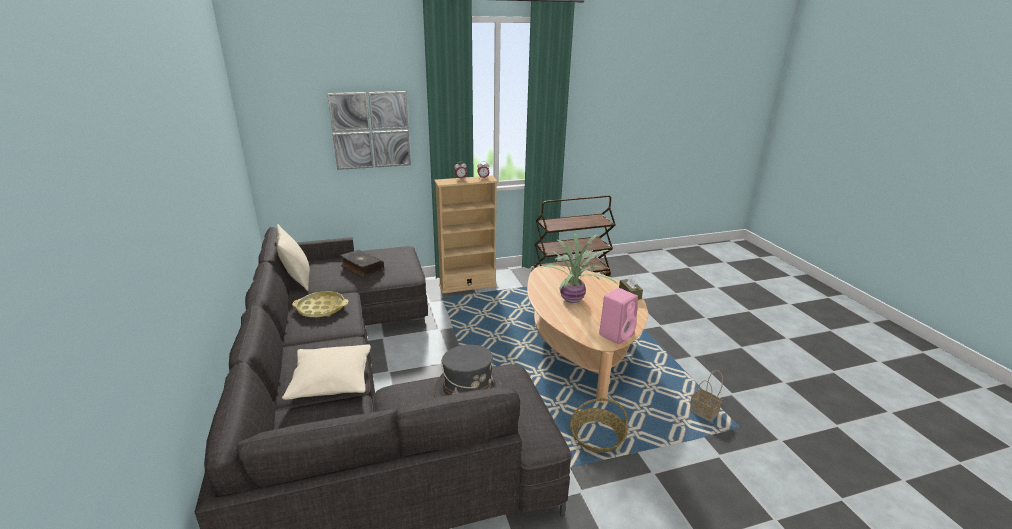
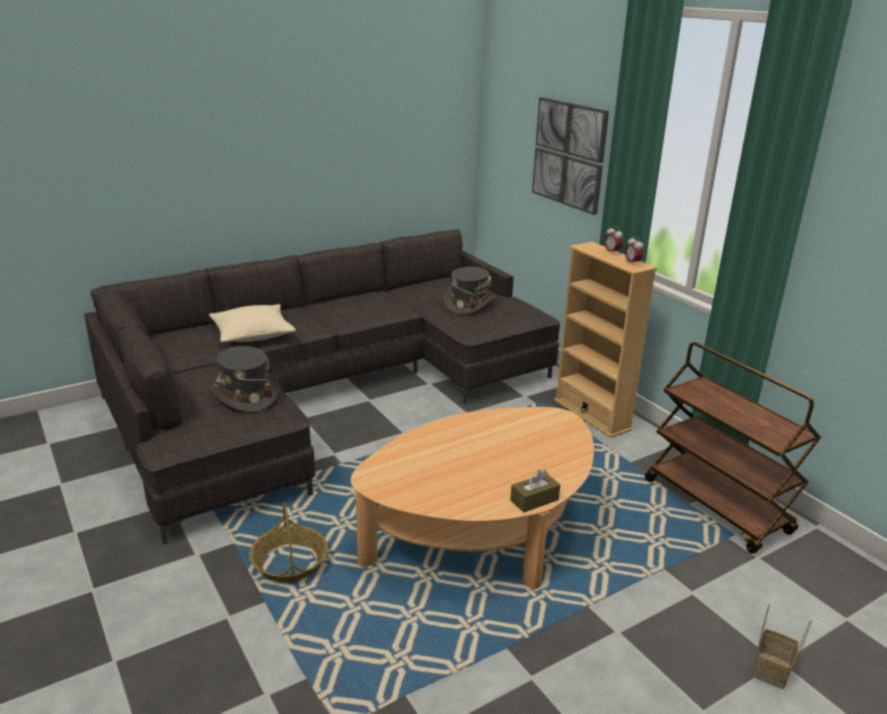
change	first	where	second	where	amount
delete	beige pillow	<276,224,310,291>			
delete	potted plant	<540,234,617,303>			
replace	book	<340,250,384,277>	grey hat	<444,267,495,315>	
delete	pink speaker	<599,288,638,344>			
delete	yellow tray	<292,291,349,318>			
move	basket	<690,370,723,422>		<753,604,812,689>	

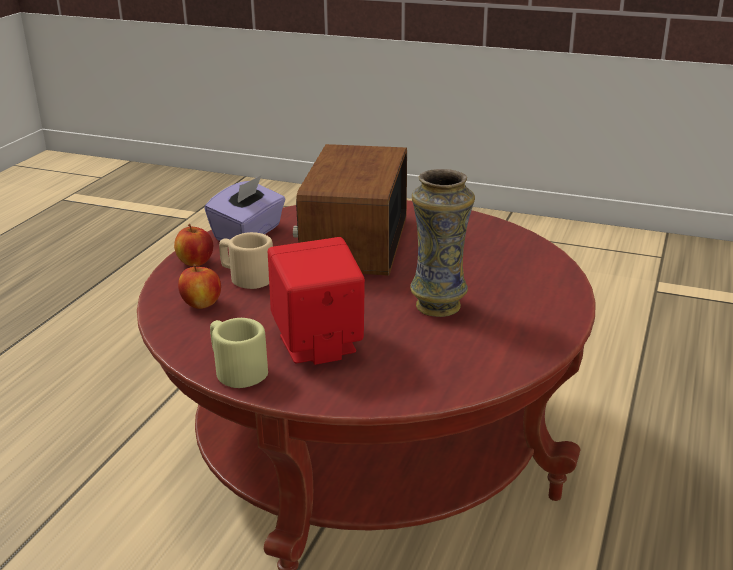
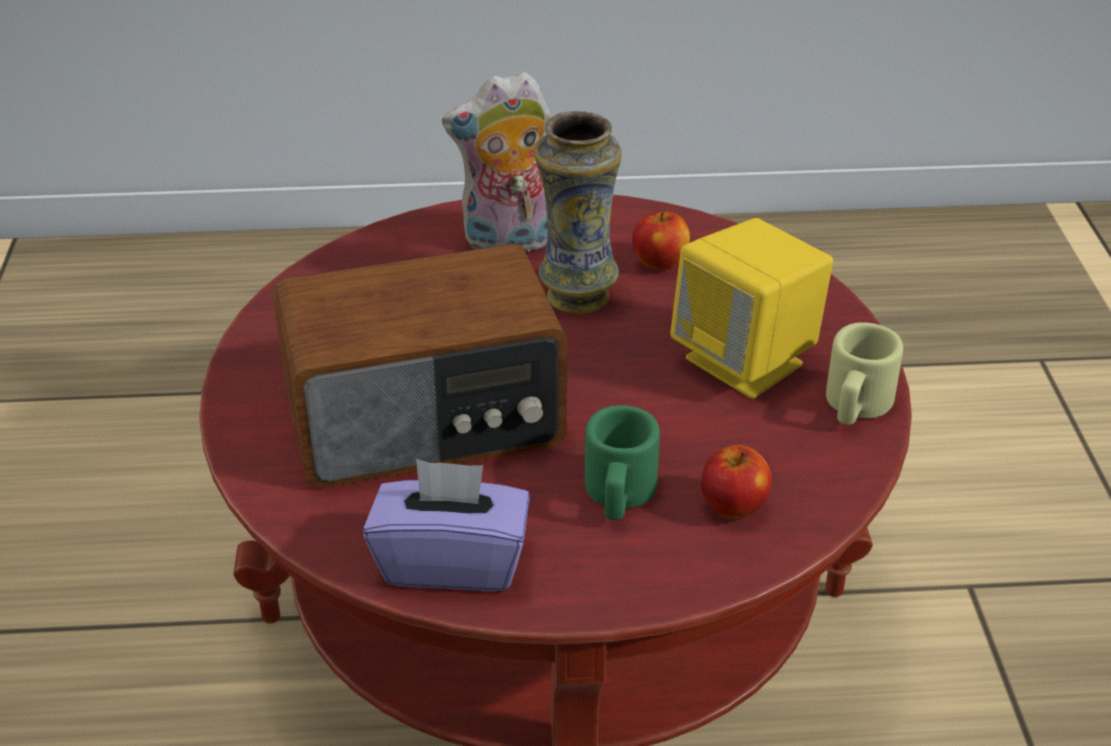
change	first	where	second	where	amount
move	apple	<174,224,213,266>		<632,212,690,270>	
recolor	beige mug	<219,232,273,289>	green mug	<585,405,660,520>	
recolor	red speaker	<267,237,365,365>	yellow speaker	<670,218,833,399>	
insert			plush toy	<442,71,551,251>	

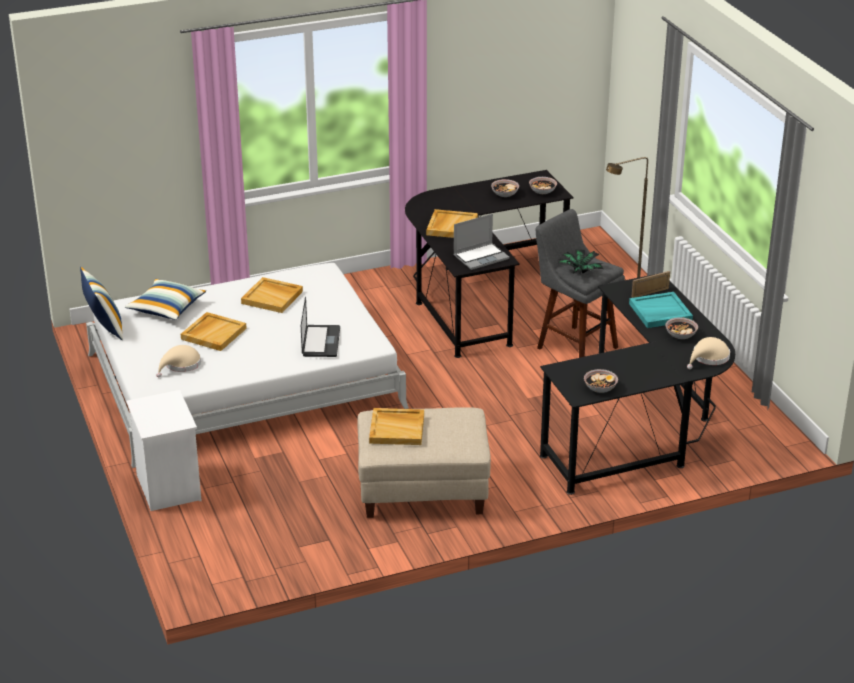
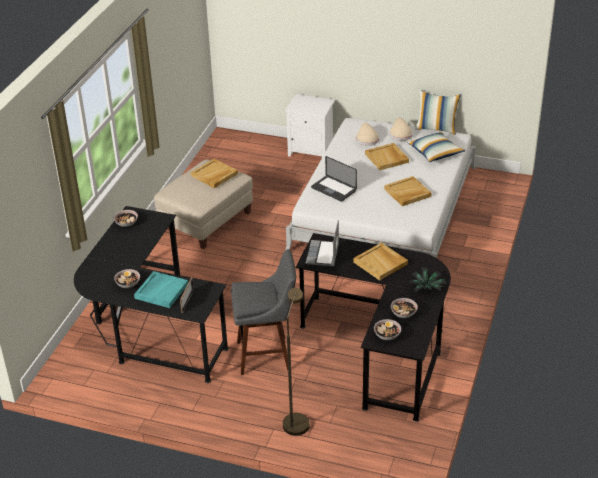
change	first	where	second	where	amount
move	potted plant	<558,250,604,274>		<409,267,448,293>	
move	beige hat	<687,337,730,369>		<389,118,412,141>	

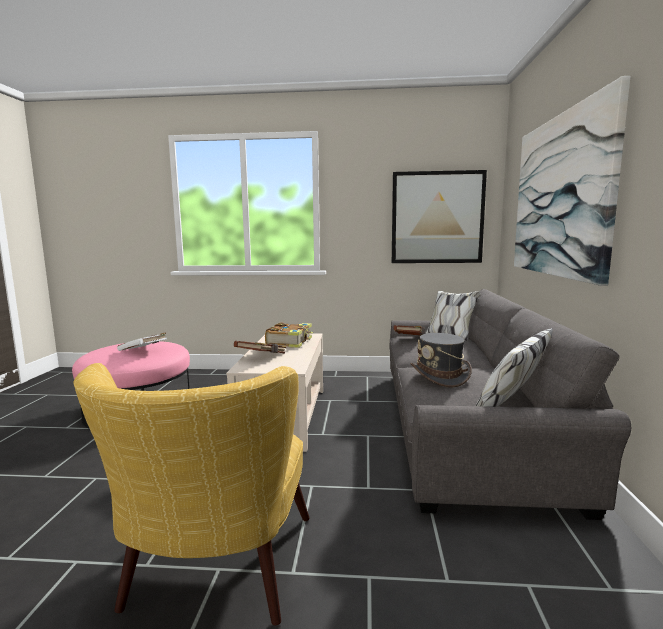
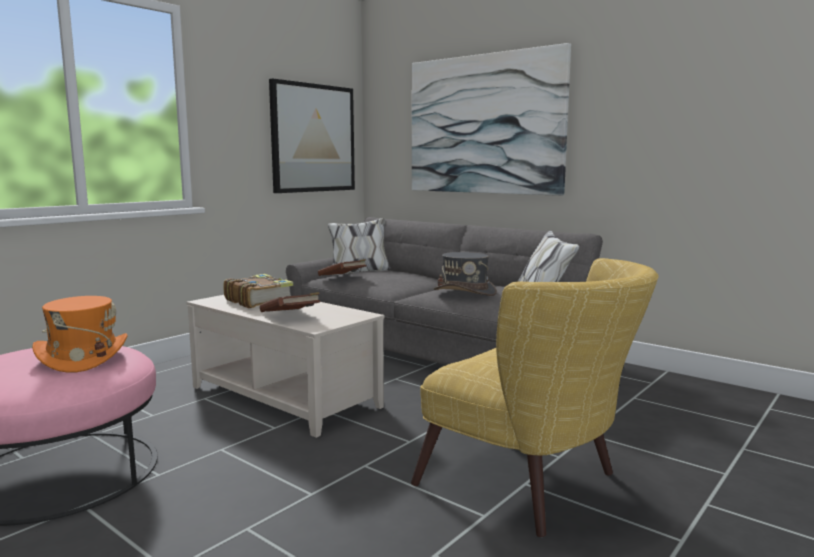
change	first	where	second	where	amount
replace	white book	<117,332,167,351>	orange hat	<32,296,127,373>	

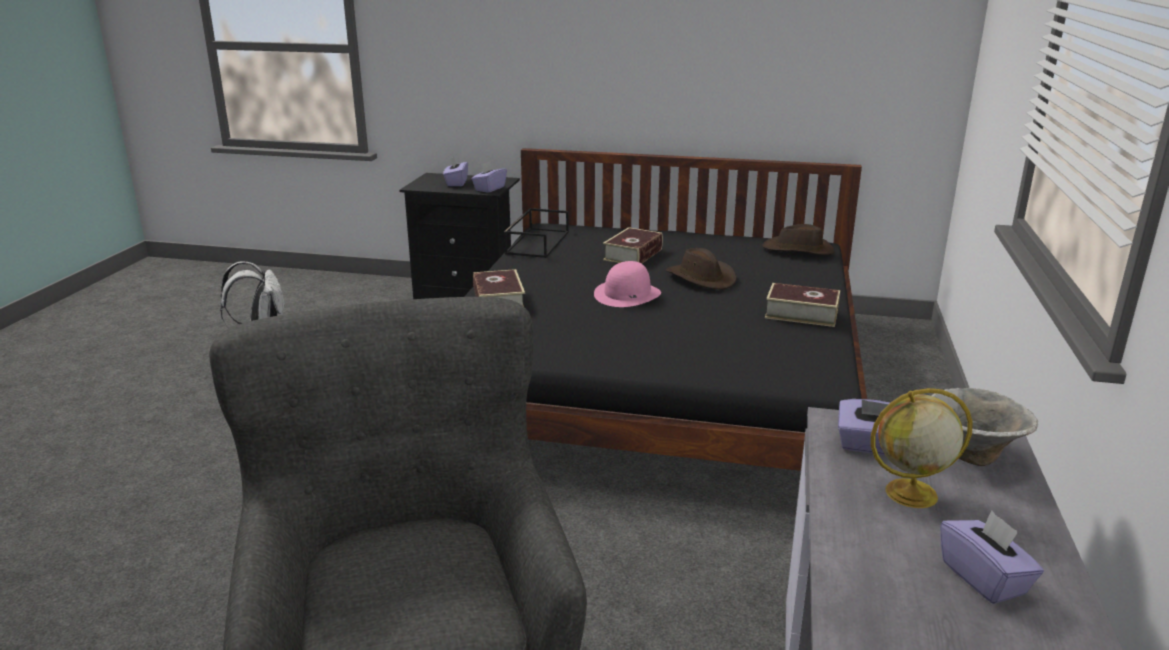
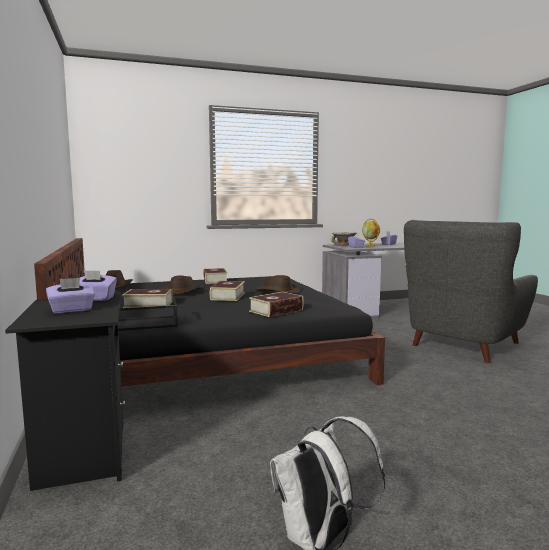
change	first	where	second	where	amount
replace	pink hat	<594,261,661,307>	book	<210,281,245,301>	
insert			brown hat	<255,275,300,294>	

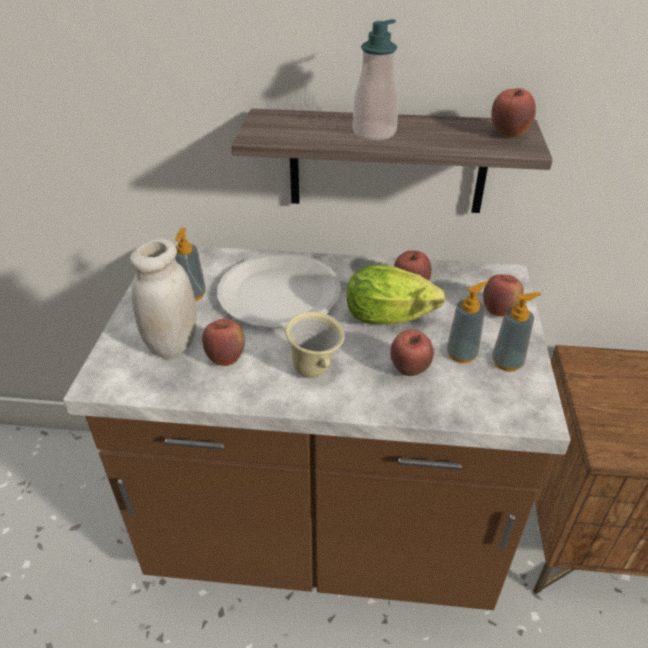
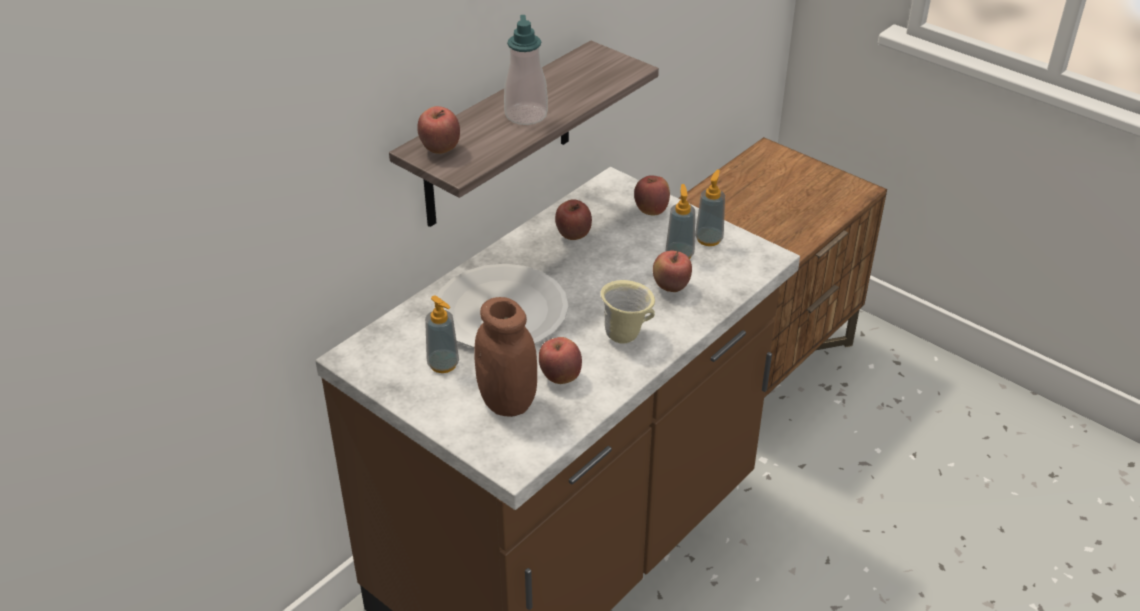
change	first	where	second	where	amount
move	apple	<491,88,536,137>		<417,106,460,154>	
recolor	white jar	<130,238,196,359>	brown jar	<474,297,537,417>	
delete	lettuce	<347,265,445,324>			

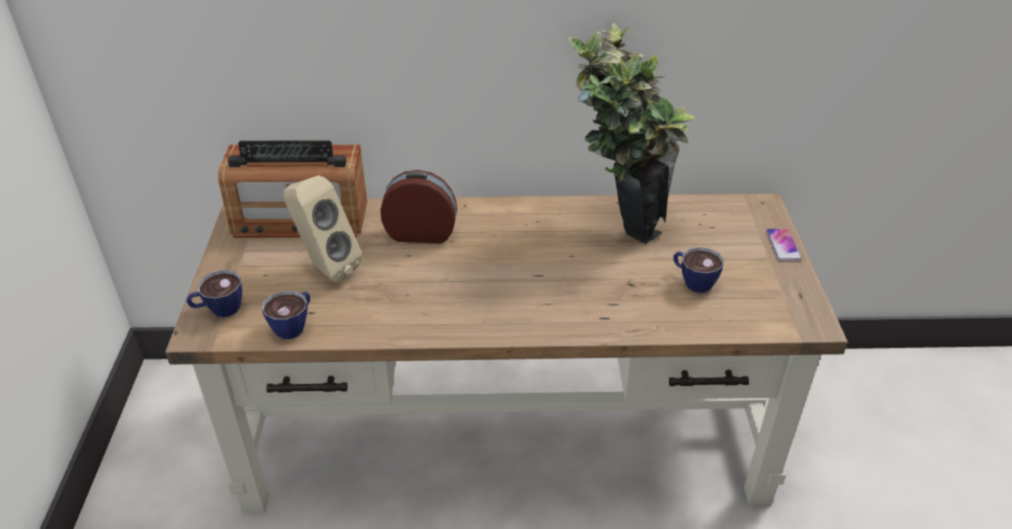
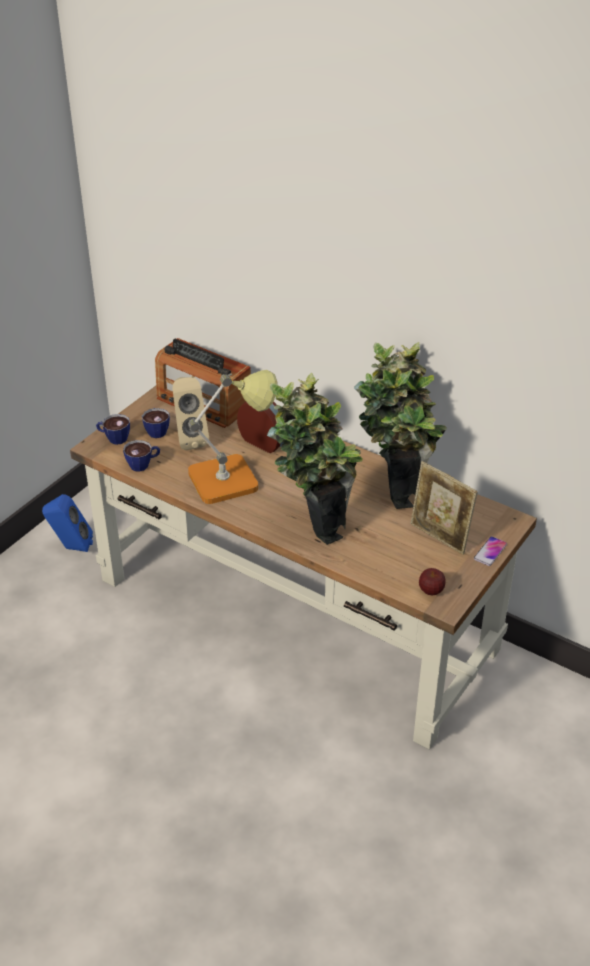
change	first	where	second	where	amount
move	cup	<673,247,724,293>		<142,408,170,438>	
insert			table lamp	<188,370,278,504>	
insert			potted plant	<267,372,363,545>	
insert			picture frame	<411,461,478,555>	
insert			blue speaker	<42,494,93,552>	
insert			apple	<419,568,446,595>	

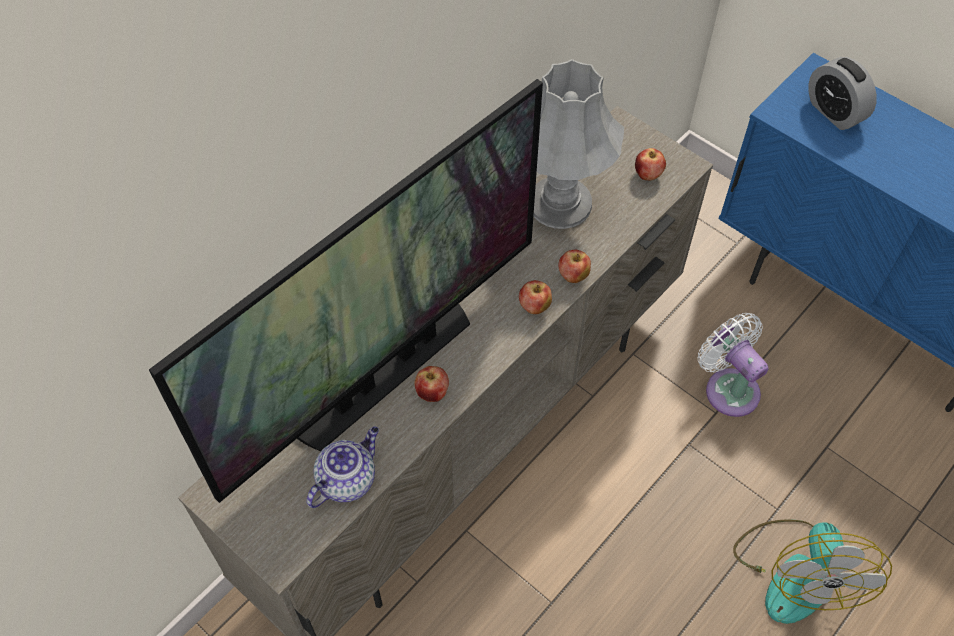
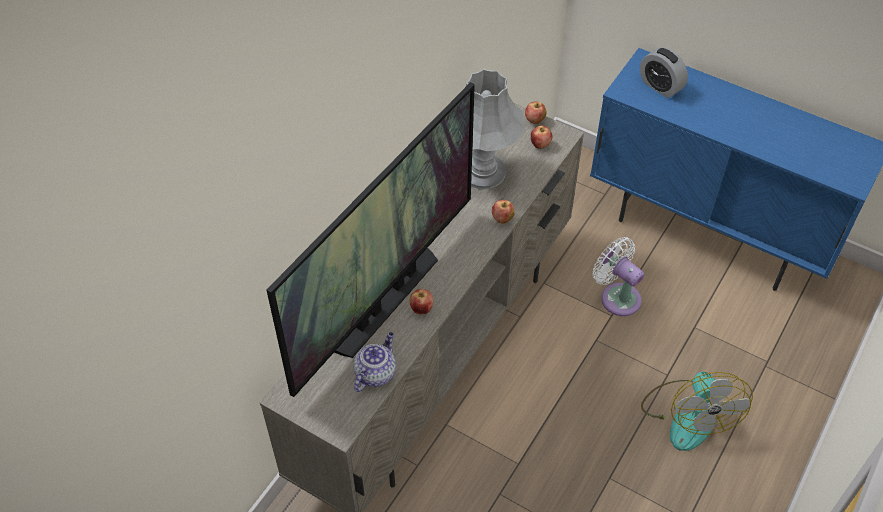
change	first	where	second	where	amount
move	apple	<519,280,552,314>		<525,101,546,124>	

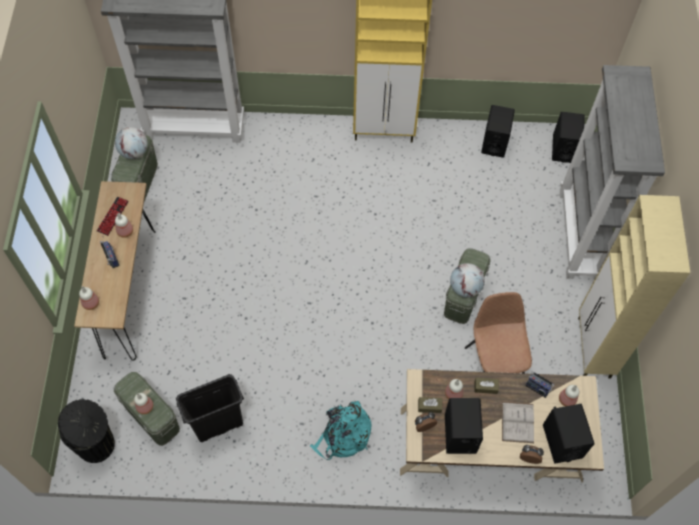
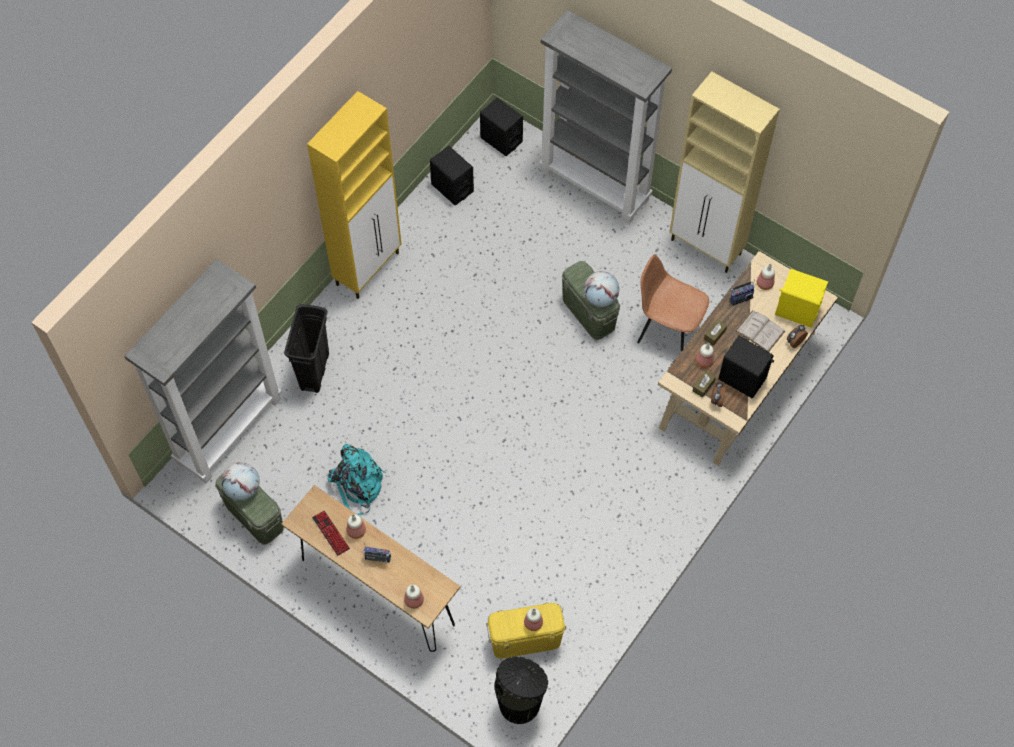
change	first	where	second	where	amount
recolor	green storage box	<114,372,180,446>	yellow storage box	<486,603,567,658>	
move	black trash can	<176,374,244,442>		<284,304,329,393>	
move	turquoise backpack	<310,401,371,460>		<328,444,386,515>	
recolor	black speaker	<543,404,595,463>	yellow speaker	<775,269,828,328>	

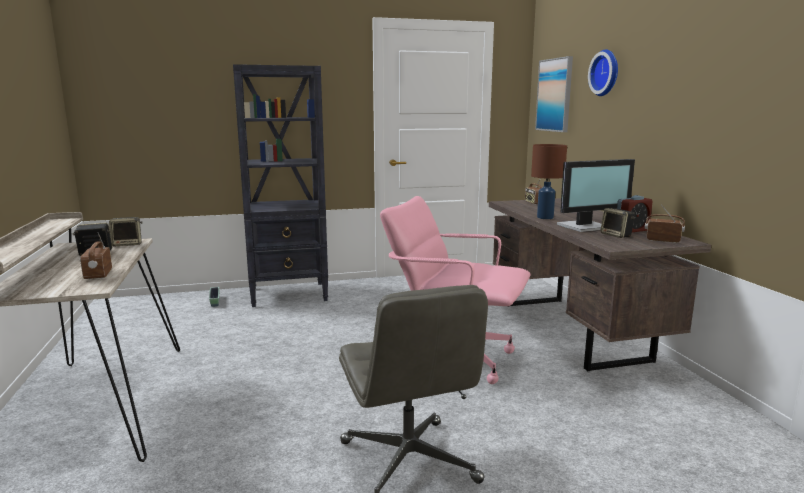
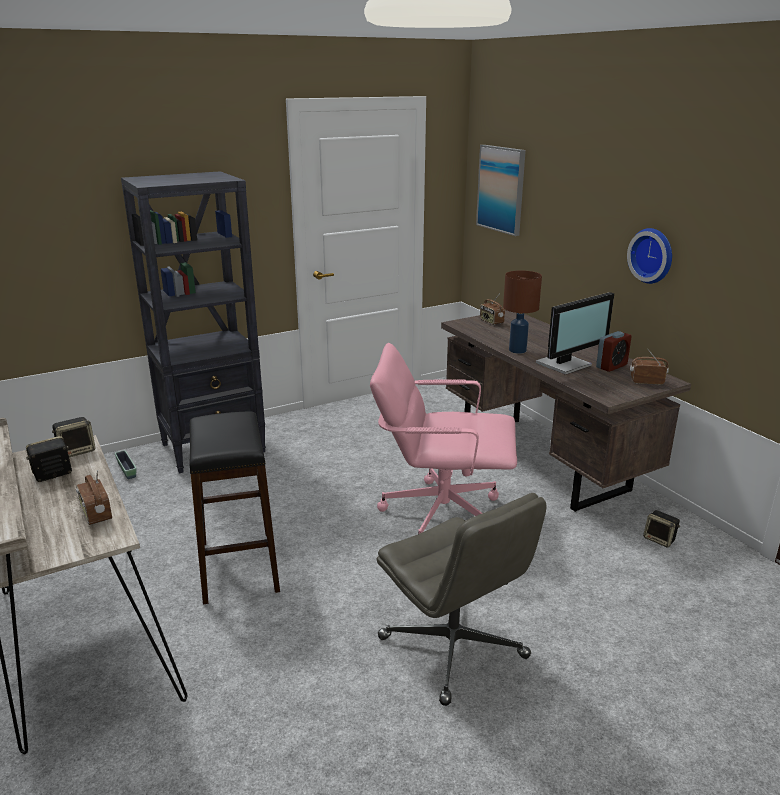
change	first	where	second	where	amount
move	wall clock	<588,49,618,96>		<627,228,672,284>	
move	speaker	<600,208,635,238>		<643,510,680,548>	
insert			black stool	<190,411,280,604>	

